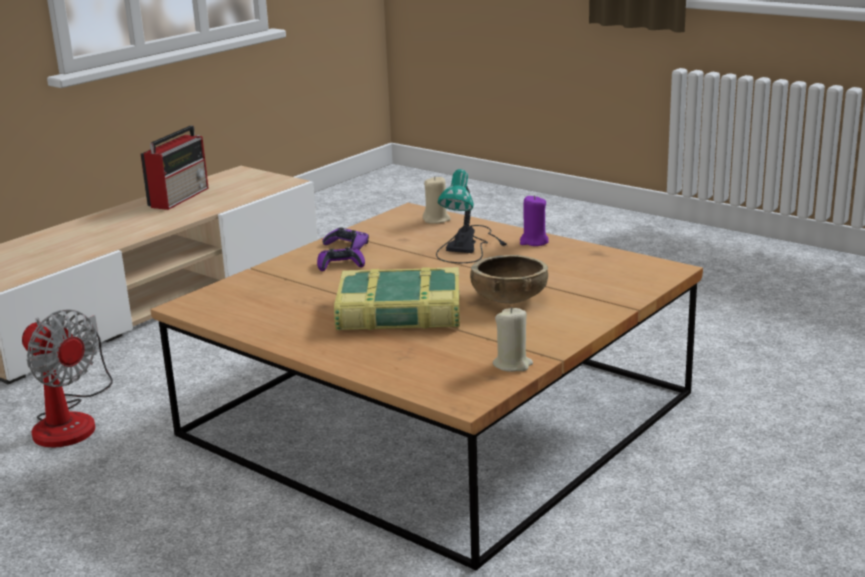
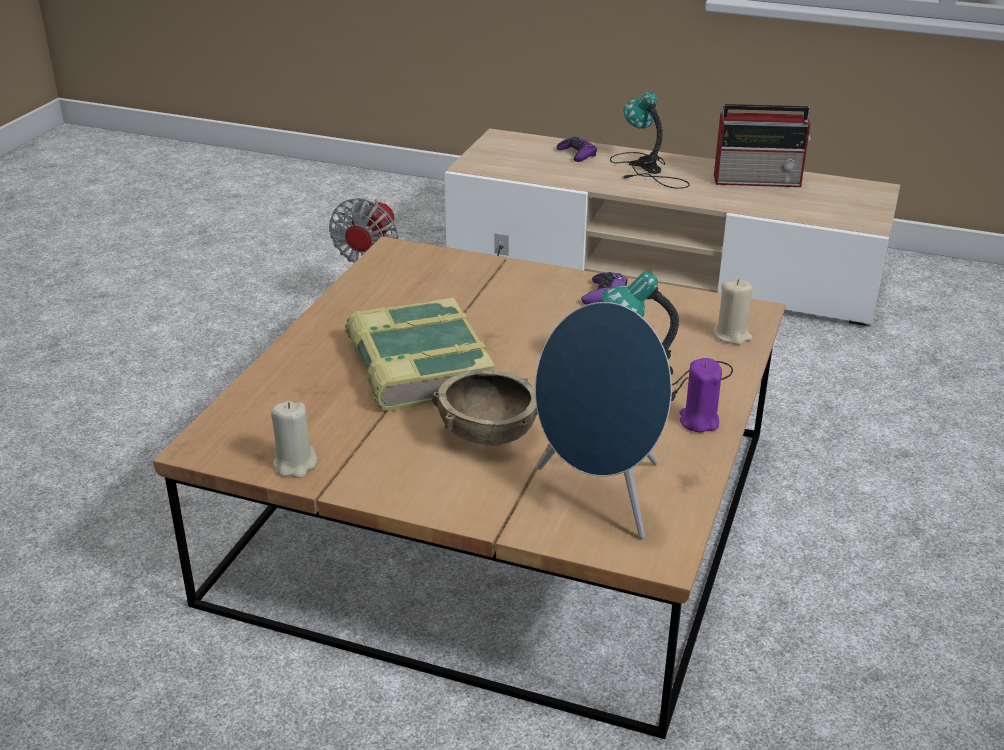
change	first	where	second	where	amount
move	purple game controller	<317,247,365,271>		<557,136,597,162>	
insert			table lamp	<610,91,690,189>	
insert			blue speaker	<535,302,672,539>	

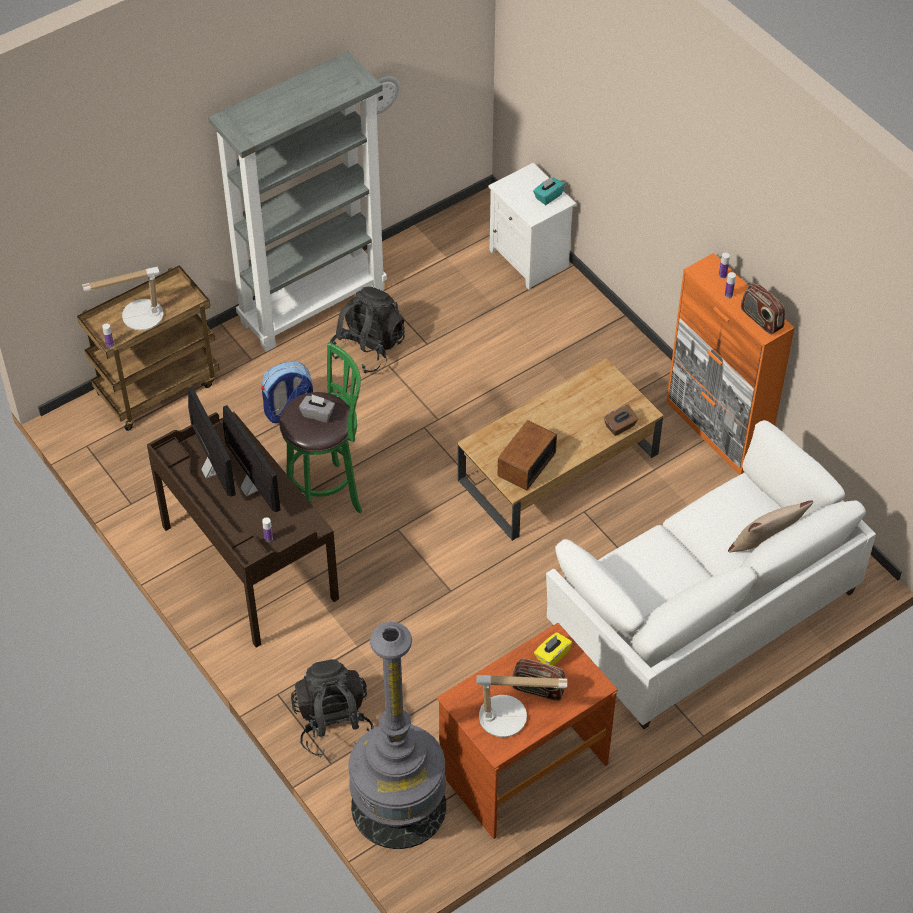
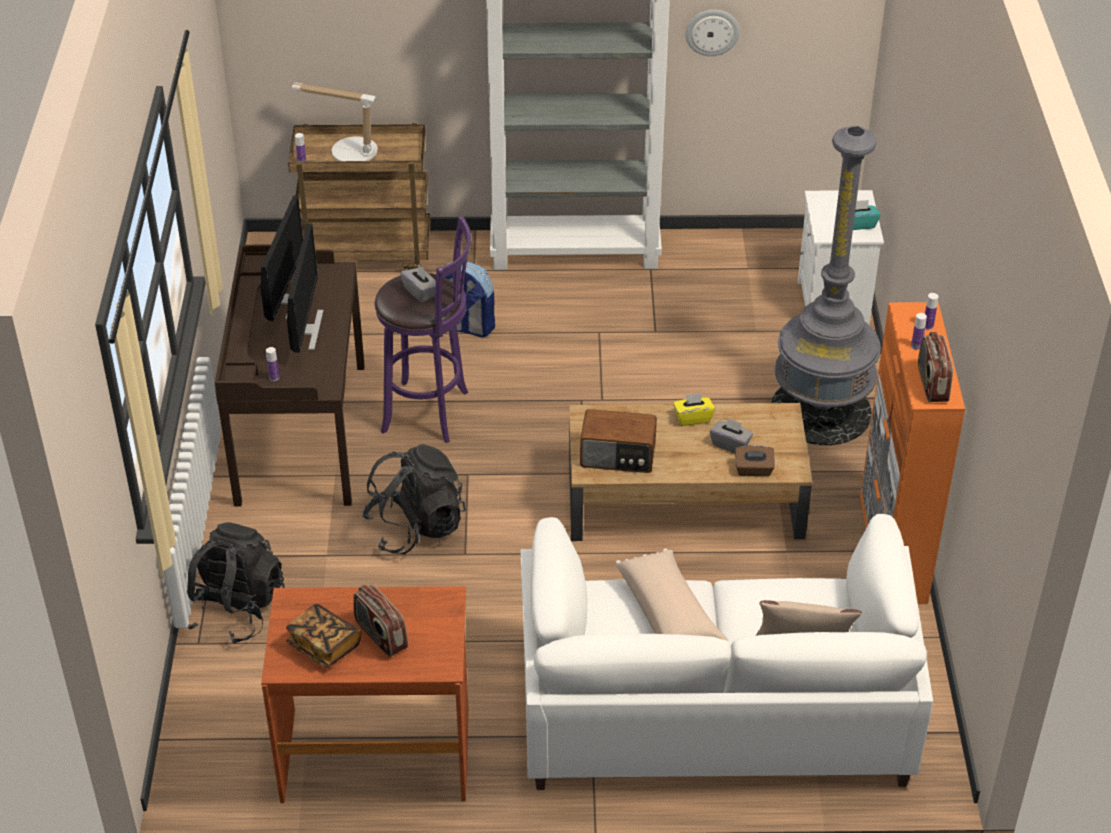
change	first	where	second	where	amount
move	black backpack	<330,286,405,374>		<362,444,466,554>	
recolor	green stool	<279,342,362,513>	purple stool	<375,216,471,443>	
rotate	radio	<498,420,557,490>		<580,409,657,473>	150 degrees counterclockwise
move	grey floor lamp	<348,622,446,849>		<771,126,881,445>	
move	yellow tissue box	<534,632,572,666>		<673,393,715,426>	
replace	table lamp	<476,675,567,737>	book	<286,604,362,668>	
insert			grey tissue box	<710,417,753,453>	
insert			beige pillow	<616,548,728,641>	

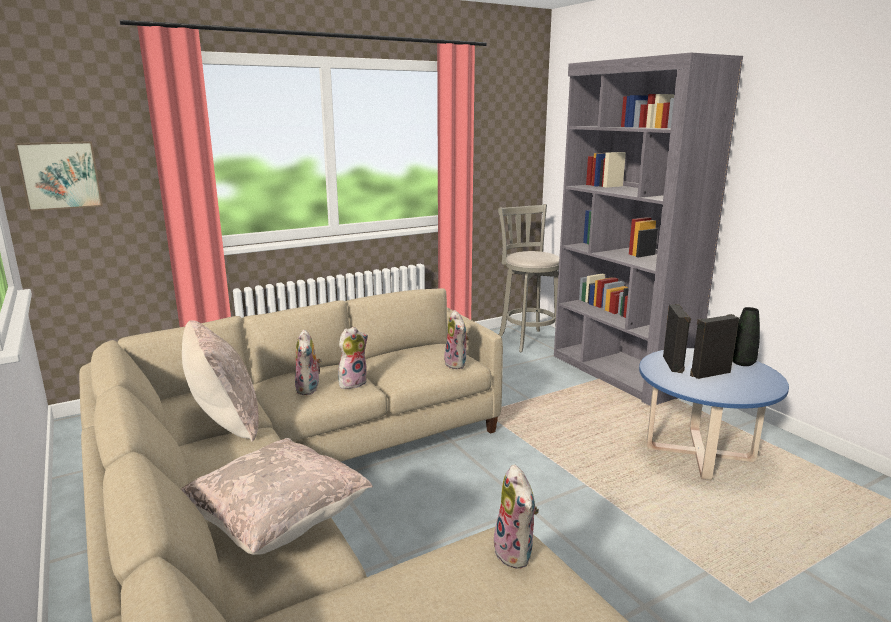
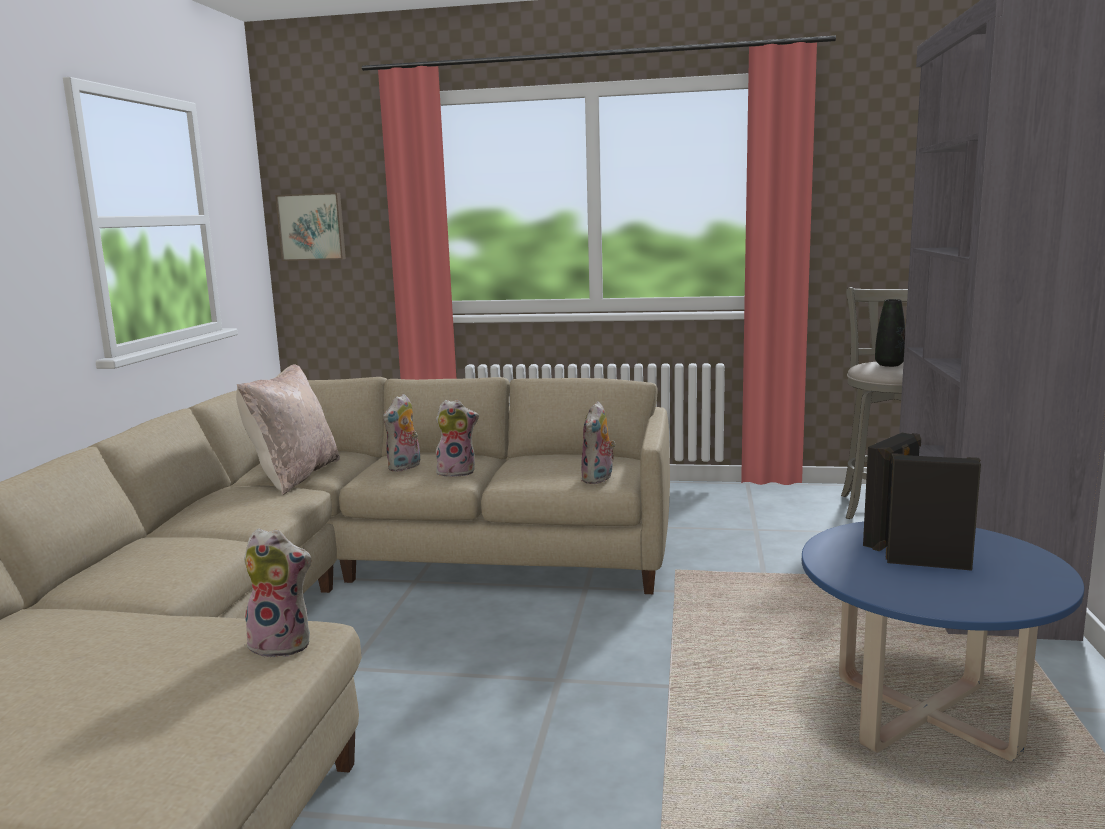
change	first	where	second	where	amount
move	black vase	<733,307,760,366>		<875,299,905,367>	
delete	beige pillow	<181,438,373,555>			
rotate	plush toy	<490,464,539,569>		<244,528,312,658>	105 degrees counterclockwise

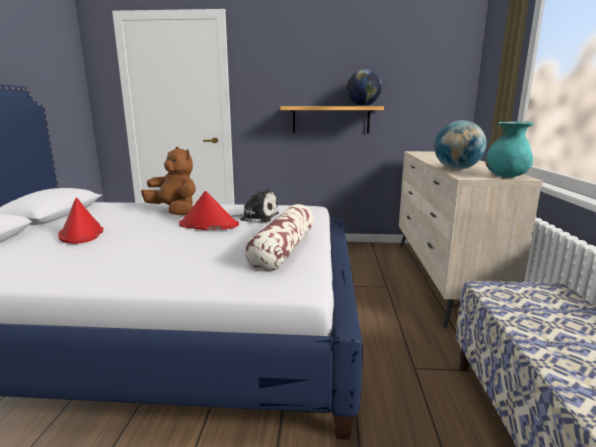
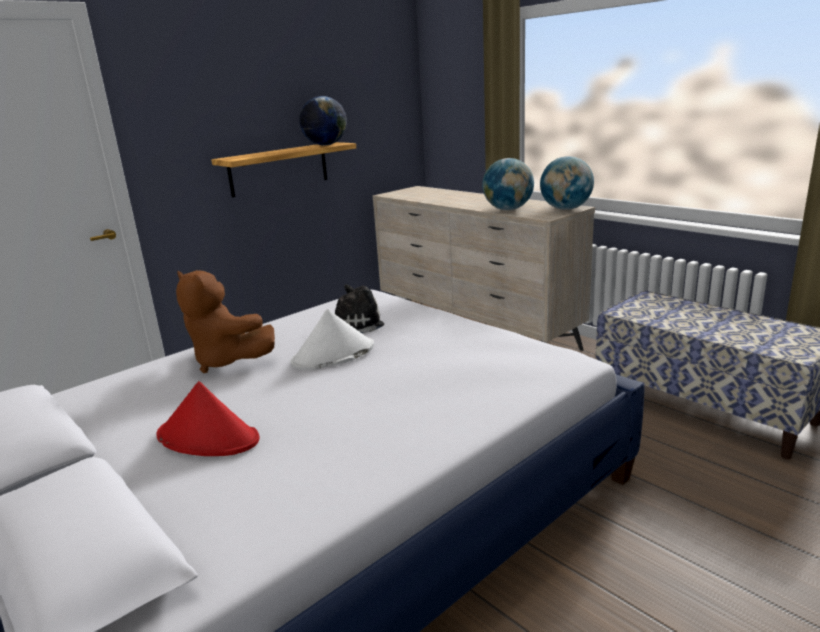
change	first	where	second	where	amount
replace	turquoise vase	<485,121,534,178>	globe	<540,156,594,210>	
rotate	brown plush toy	<141,147,196,216>		<176,270,275,373>	135 degrees counterclockwise
recolor	red hat	<179,191,239,230>	white hat	<291,309,374,370>	
delete	pillow	<245,204,315,272>			

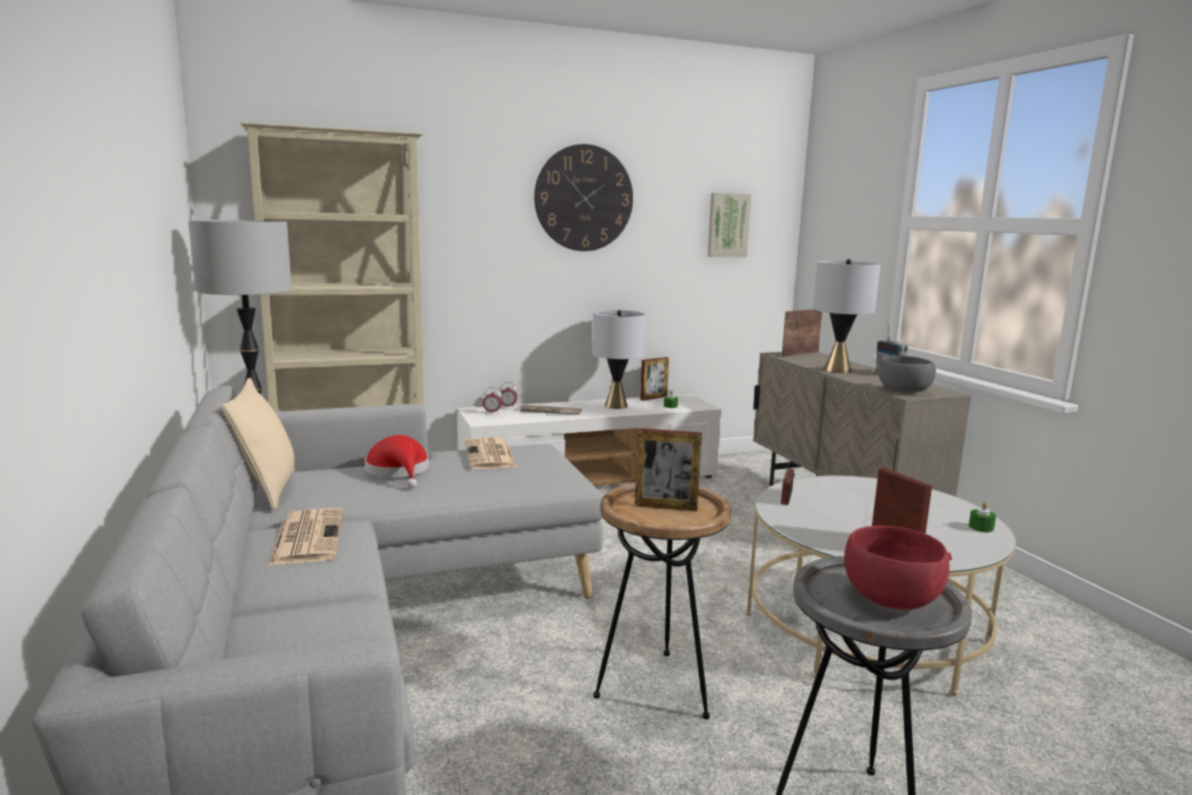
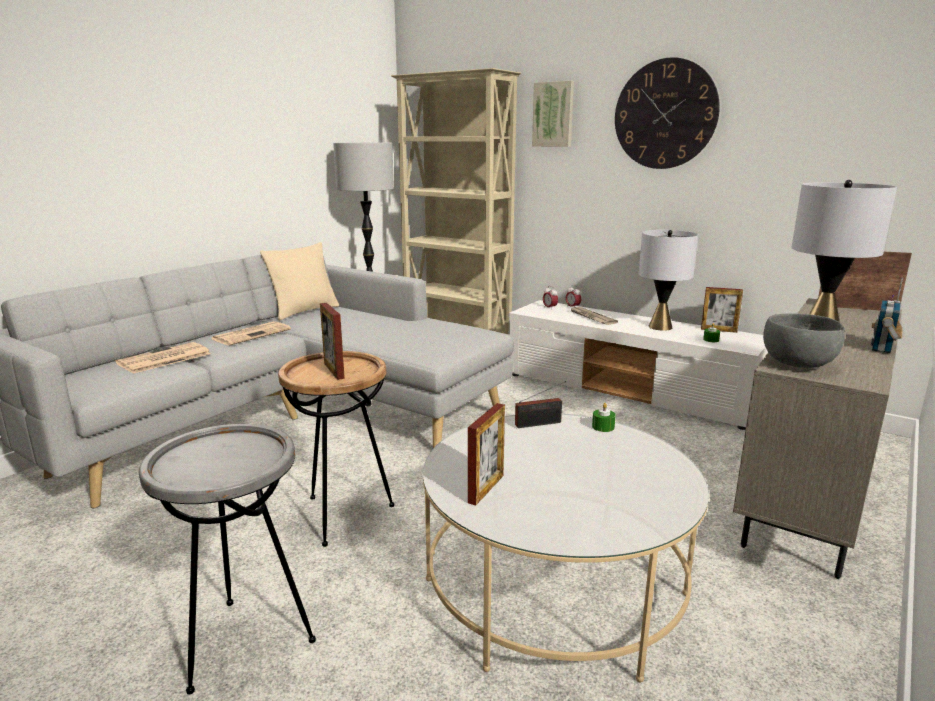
change	first	where	second	where	amount
move	picture	<707,193,751,257>		<532,81,574,147>	
delete	red hat	<365,435,429,488>			
move	newspaper	<465,437,516,469>		<116,342,211,374>	
move	green candle	<969,502,996,532>		<592,403,616,432>	
delete	red bowl	<844,526,952,610>			

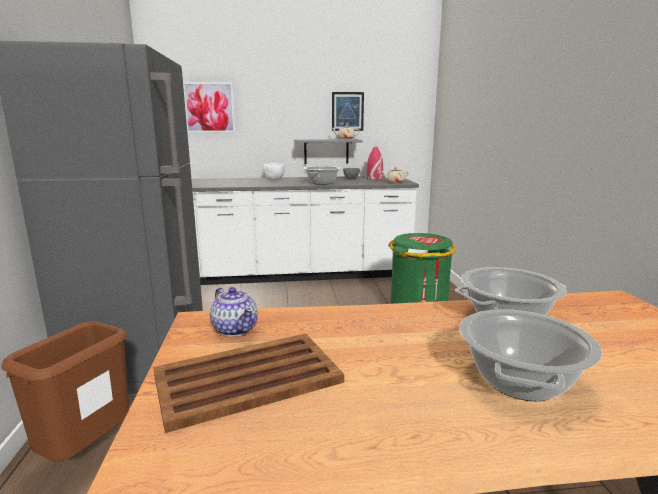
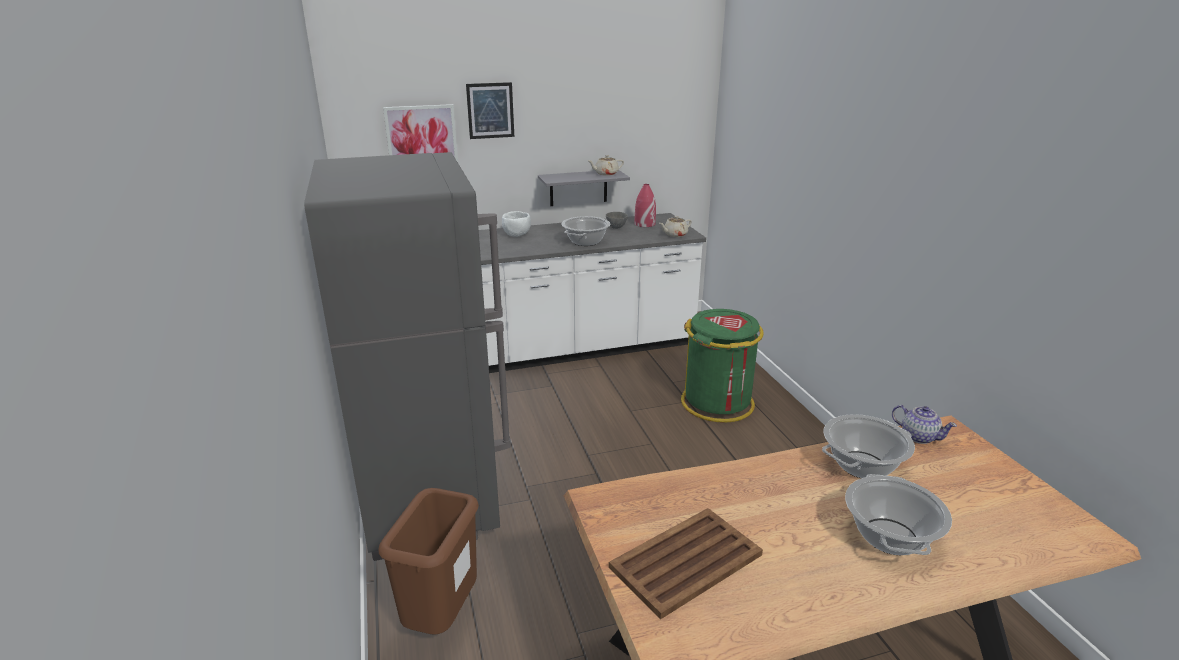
change	first	where	second	where	amount
move	picture	<332,92,364,131>		<466,82,514,139>	
move	teapot	<210,287,258,337>		<892,405,957,444>	

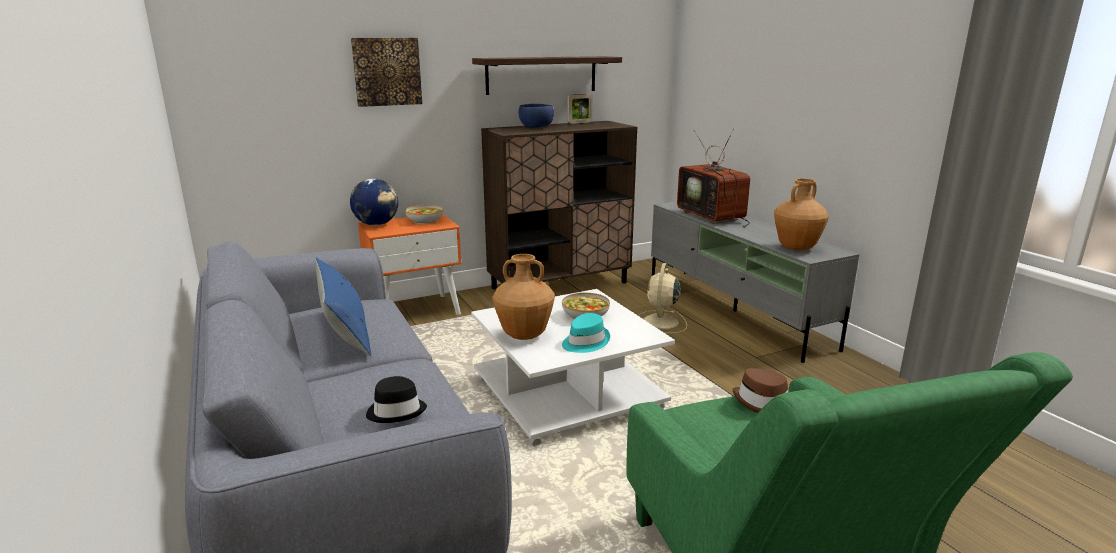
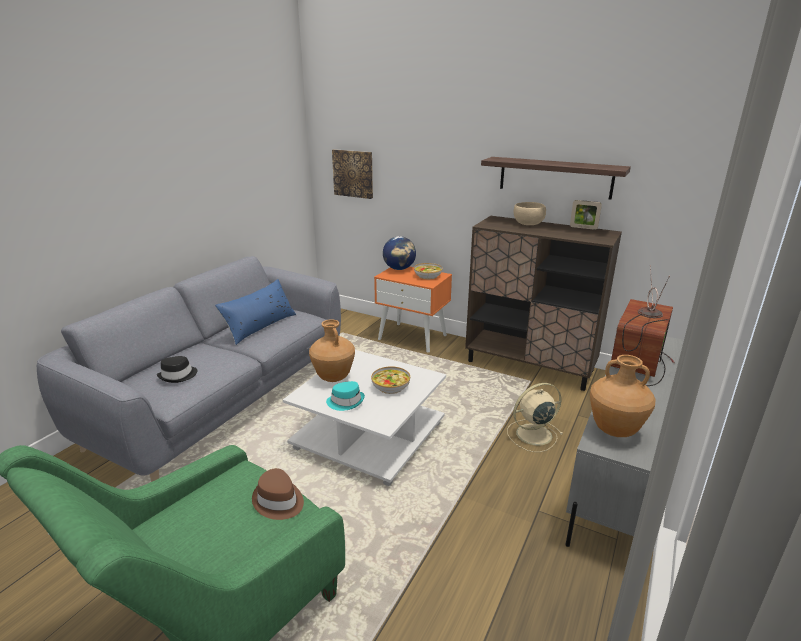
change	first	where	second	where	amount
move	picture	<351,38,422,107>		<332,149,373,199>	
recolor	blue bowl	<519,104,554,128>	beige bowl	<514,202,546,225>	

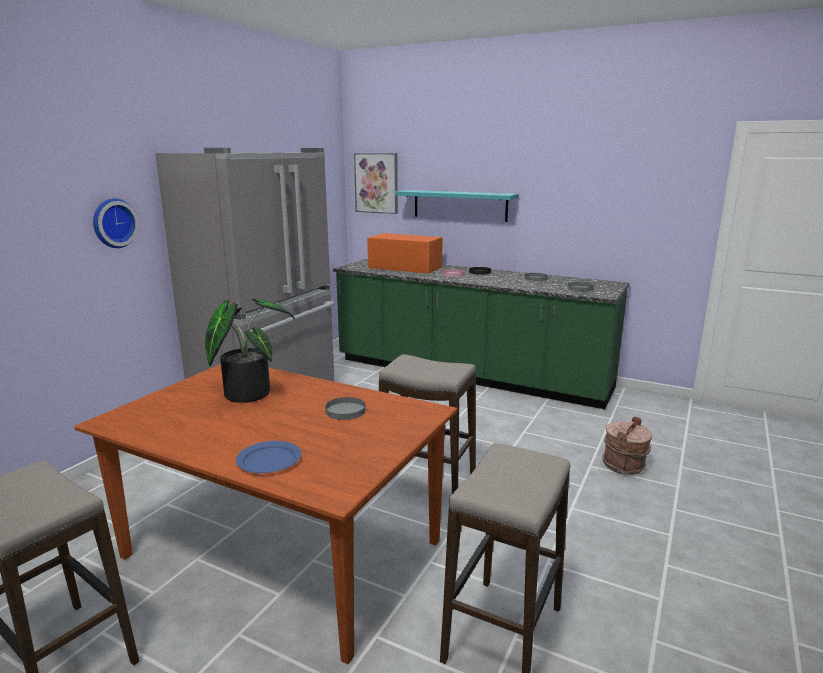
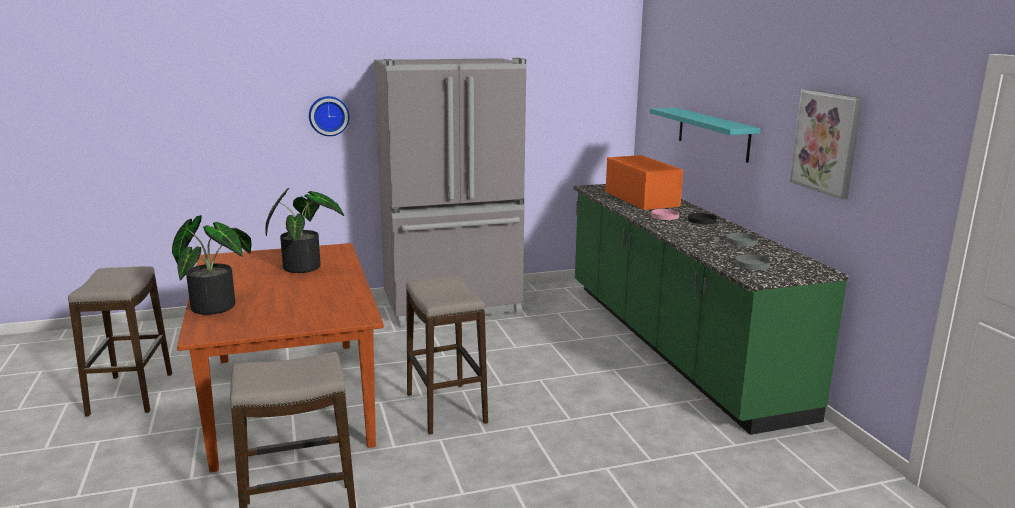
change	first	where	second	where	amount
move	picture	<354,153,398,214>		<790,89,863,200>	
delete	grey plate	<325,397,366,420>			
delete	brown bucket	<602,416,652,475>			
replace	blue plate	<236,441,301,473>	potted plant	<172,215,252,315>	

